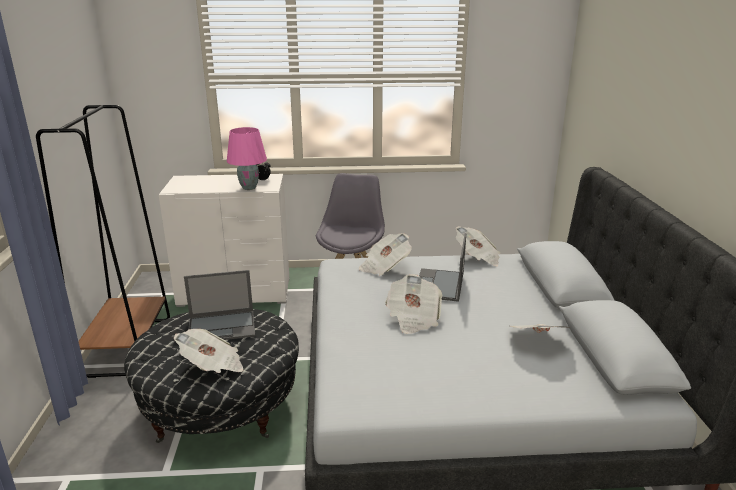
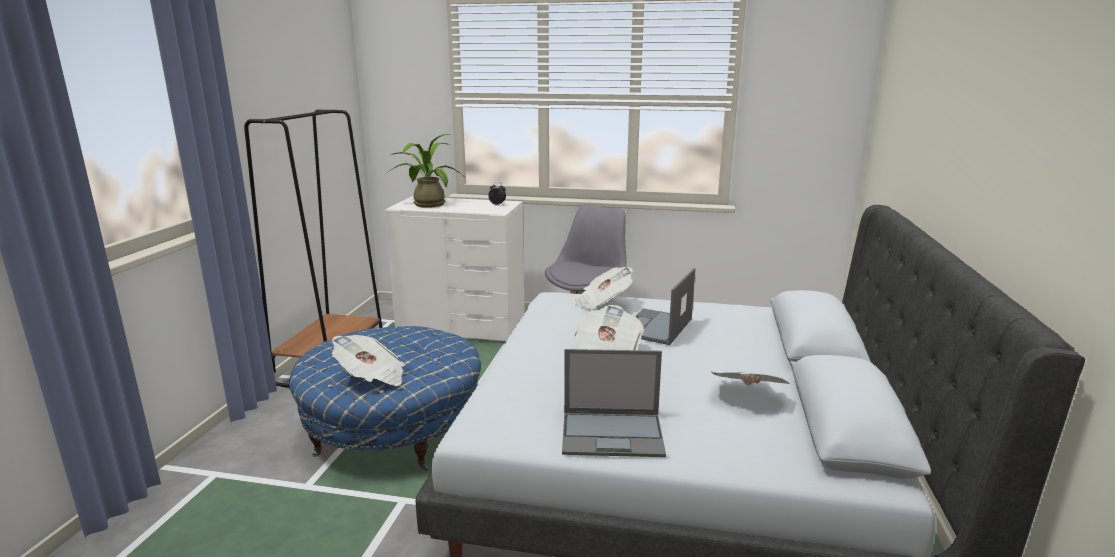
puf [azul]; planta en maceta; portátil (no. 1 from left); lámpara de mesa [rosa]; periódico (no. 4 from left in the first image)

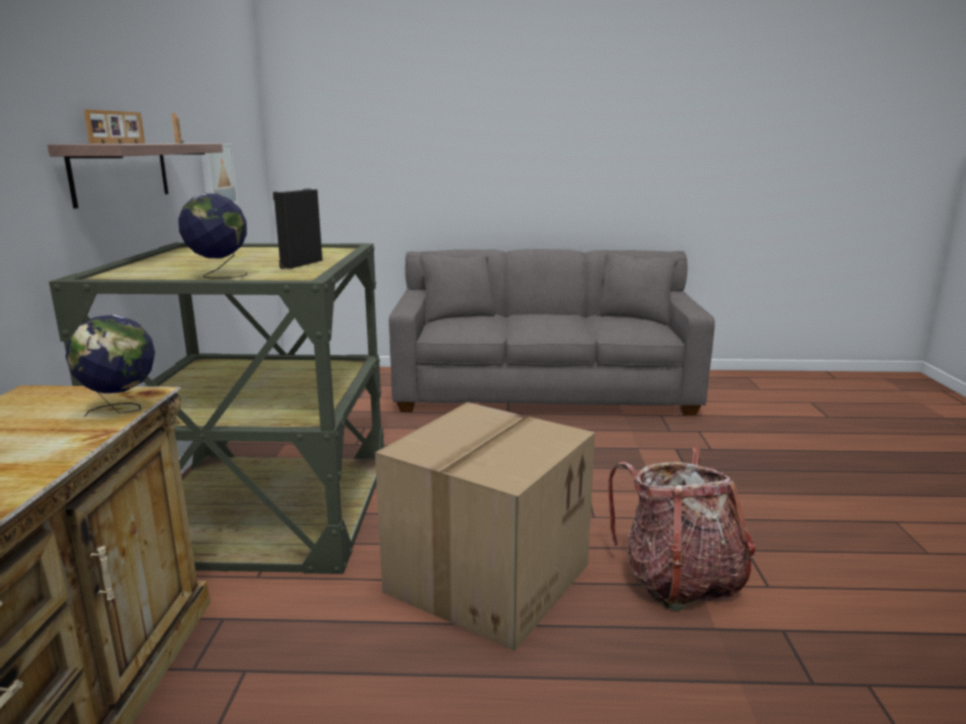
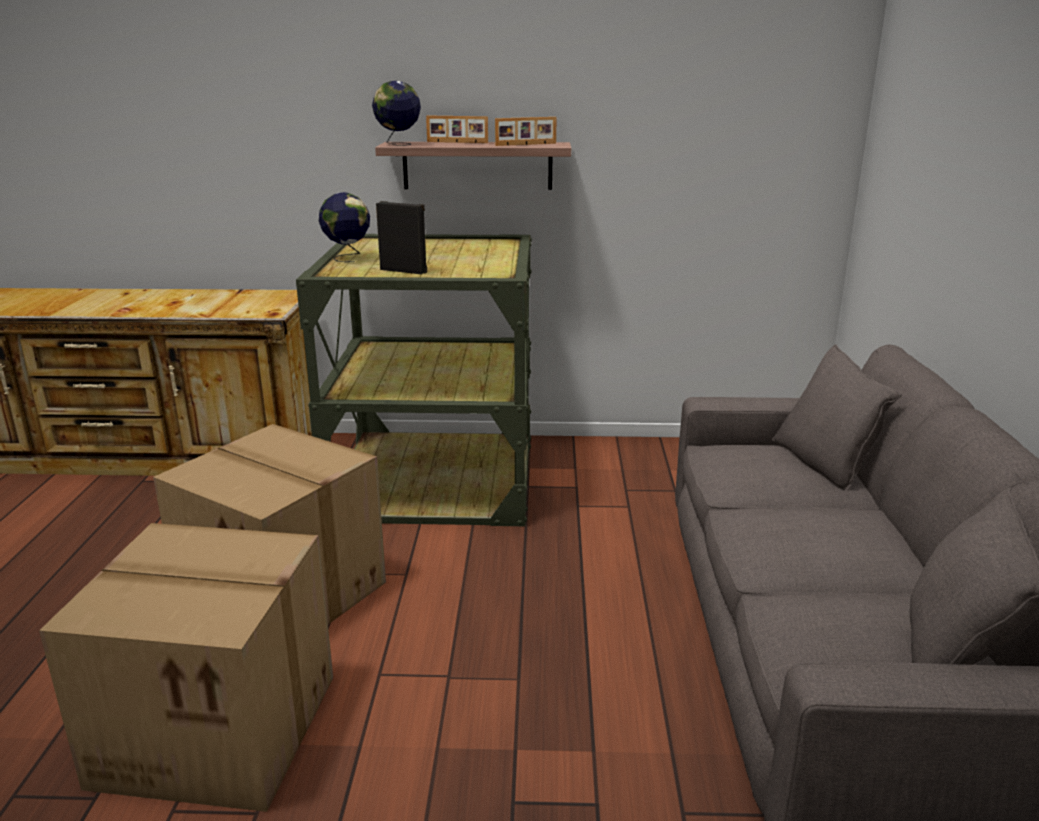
caja de cartón (no. 1 from left); globo terráqueo (no. 2 from left); cuadro

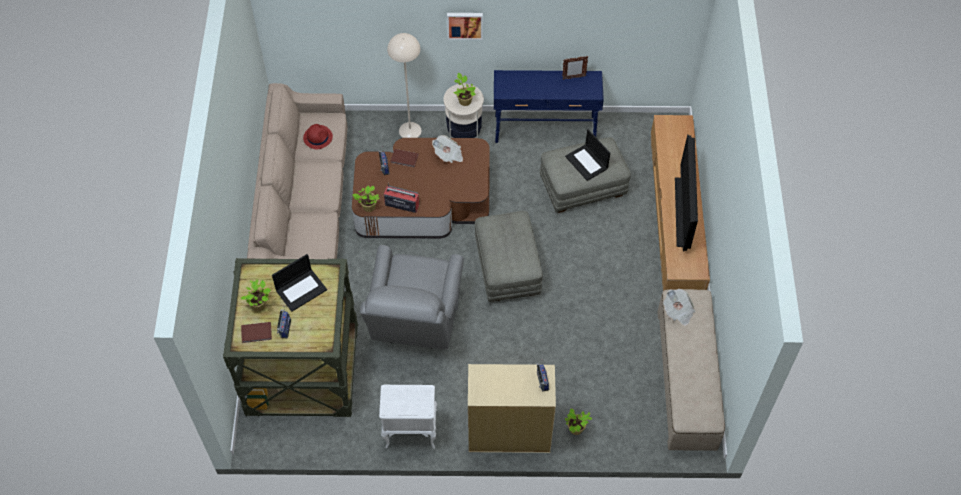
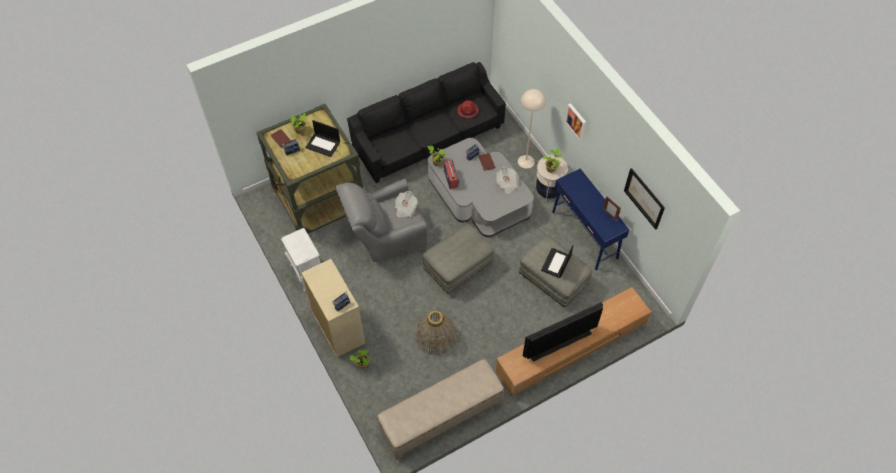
sofá [negro]; periódico (no. 1 from left); cesta; mesa de centro [gris]; cuadro (no. 2 from left)

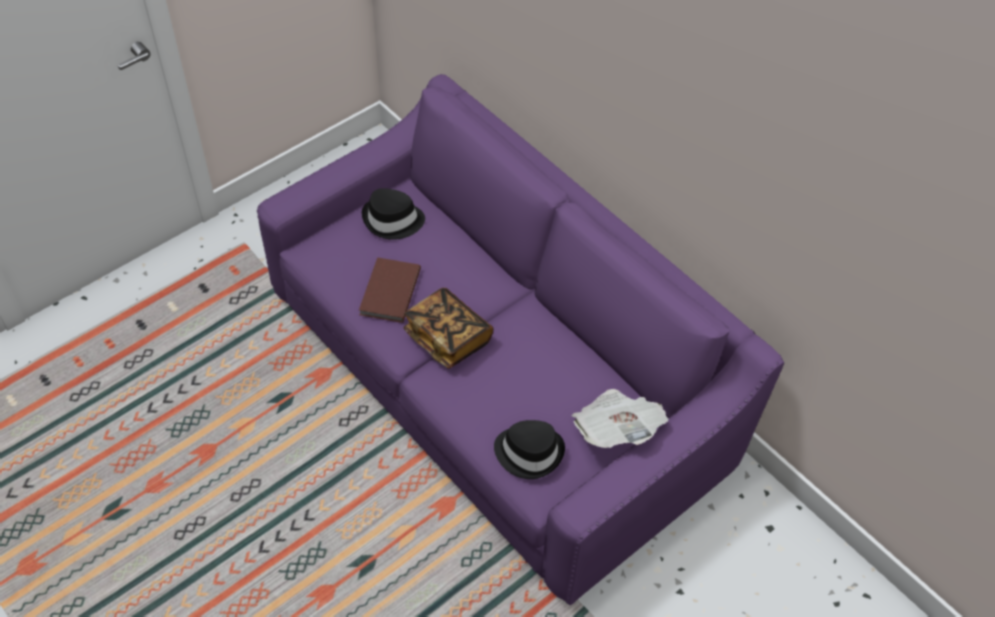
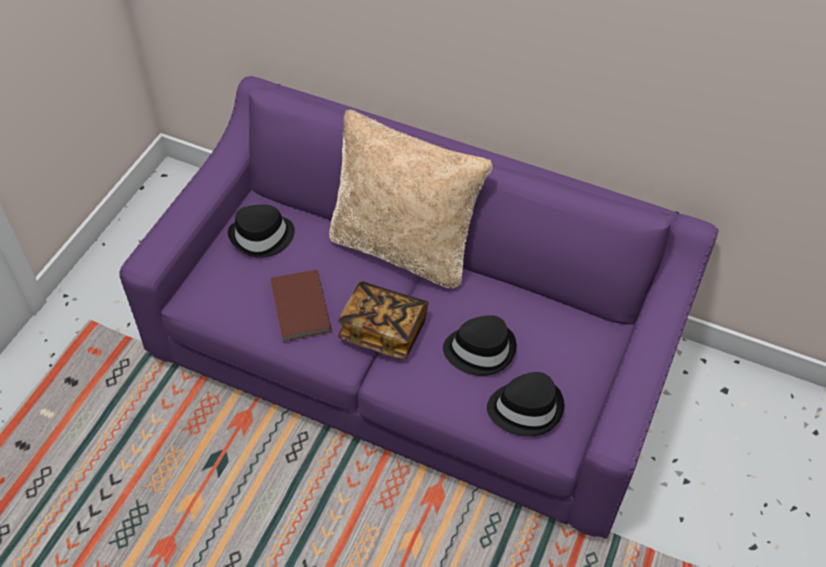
cojín [beis]; sombrero [negro] (no. 2 from left); periódico

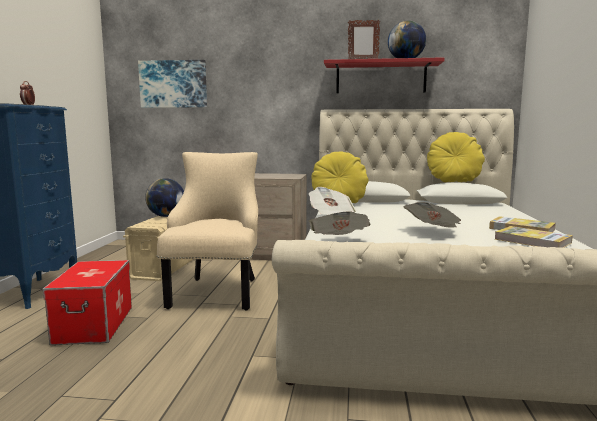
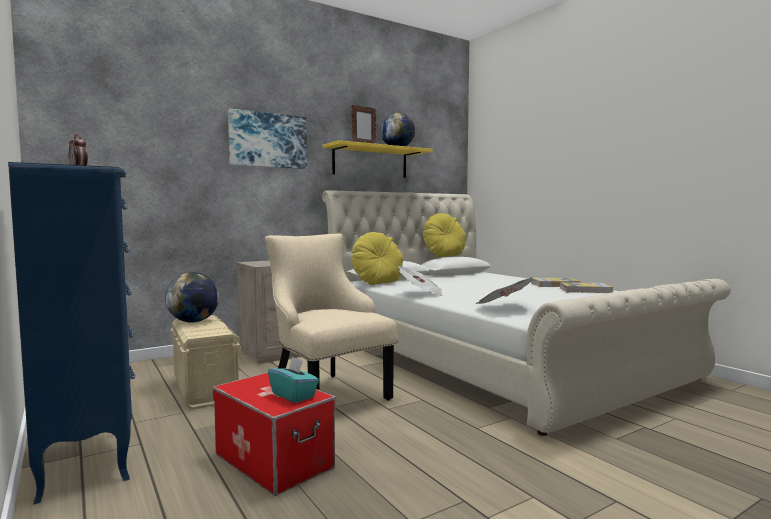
cuadro; caja de pañuelos [turquesa]; estante [amarillo]; periódico (no. 3 from left in the first image)

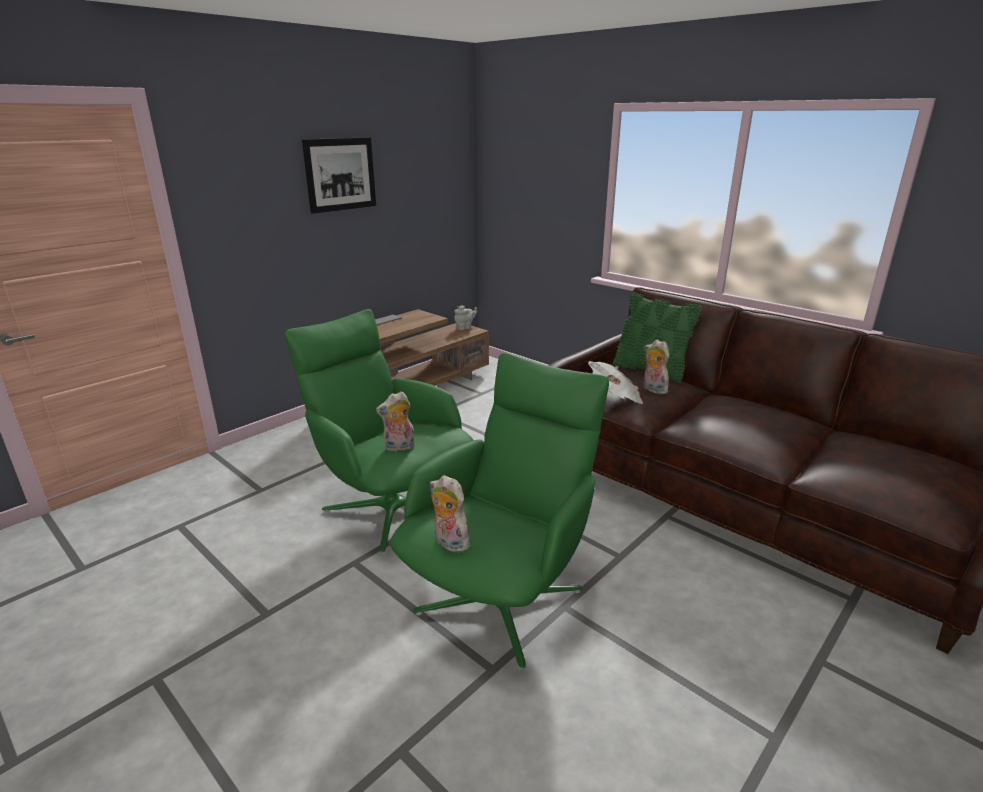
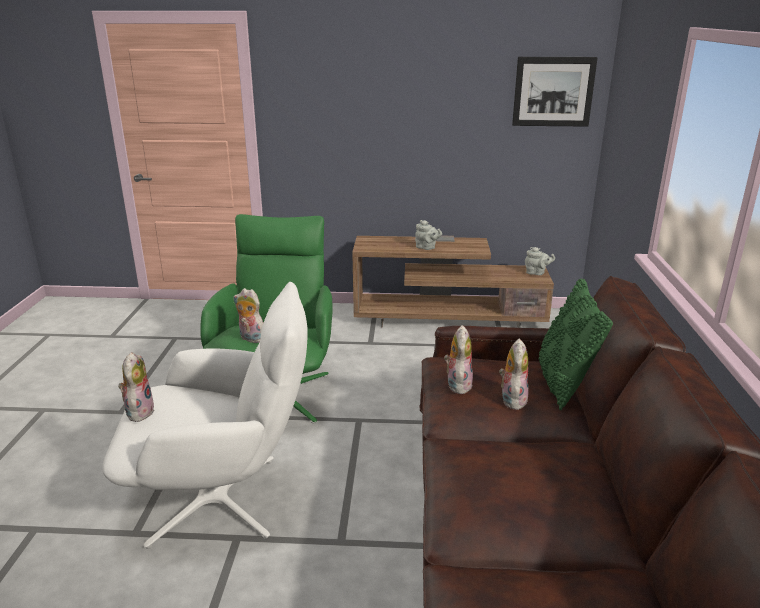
sillón [blanco]; tetera [gris] (no. 1 from left); peluche (no. 3 from left); cuadro

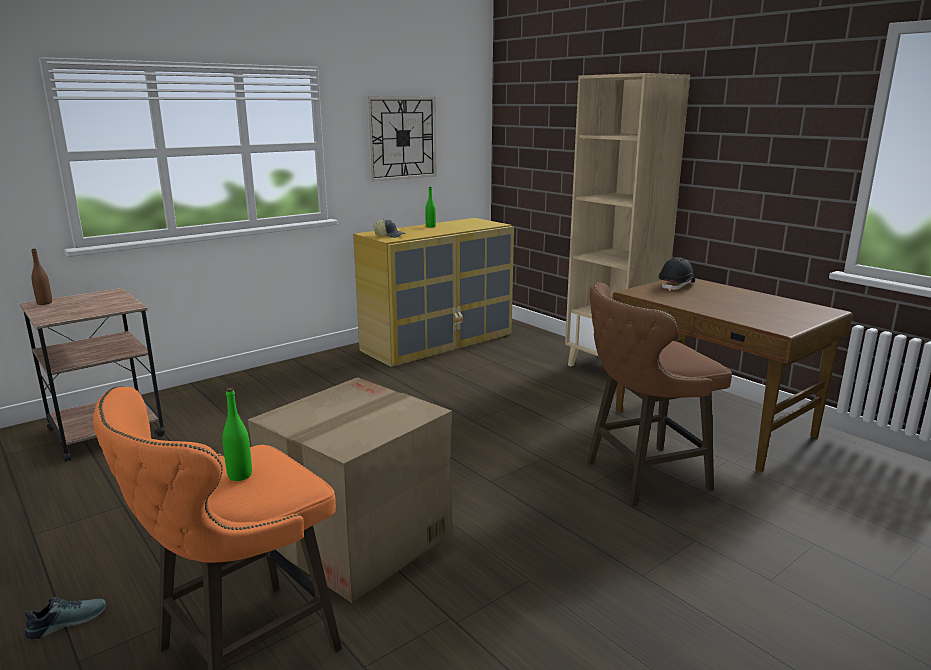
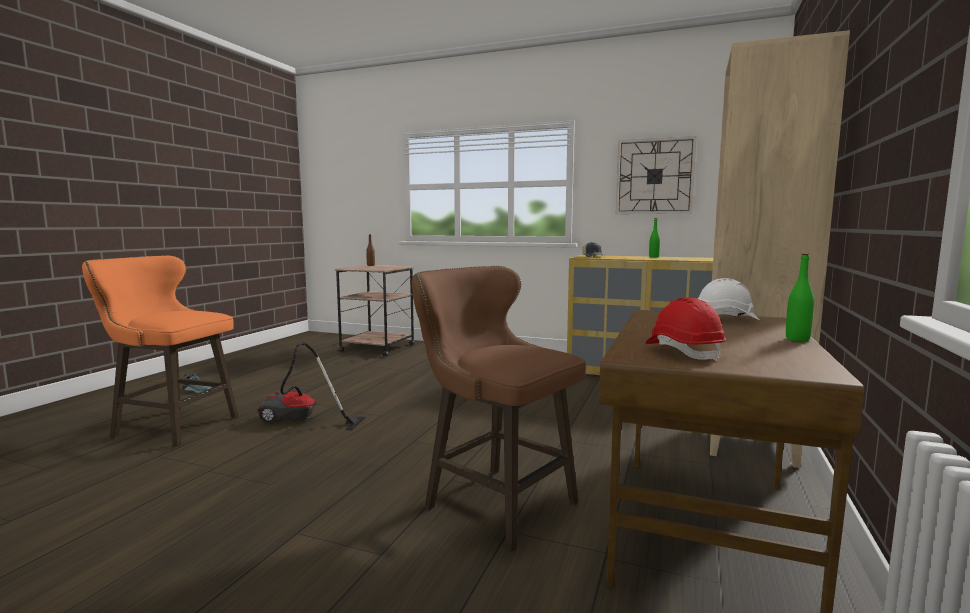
aspiradora; casco [rojo]; casco [blanco]; botella [verde] (no. 2 from left)

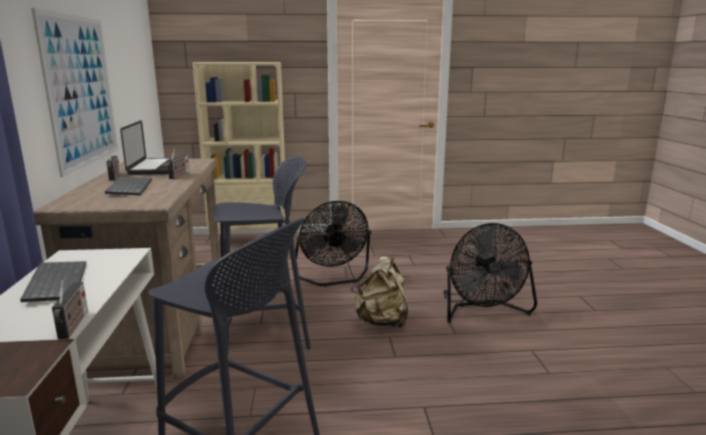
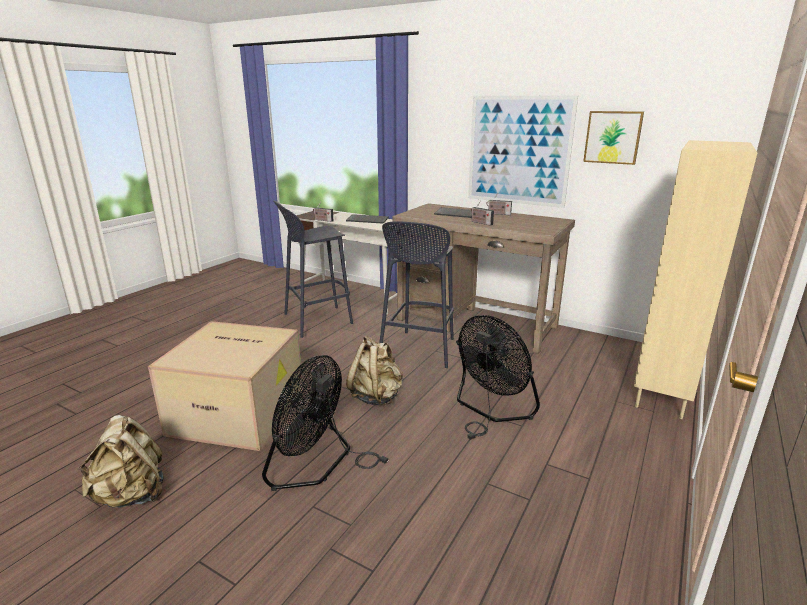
mochila [beis] (no. 1 from left); caja de cartón; ventilador [negro] (no. 2 from left); cuadro (no. 2 from left); portátil

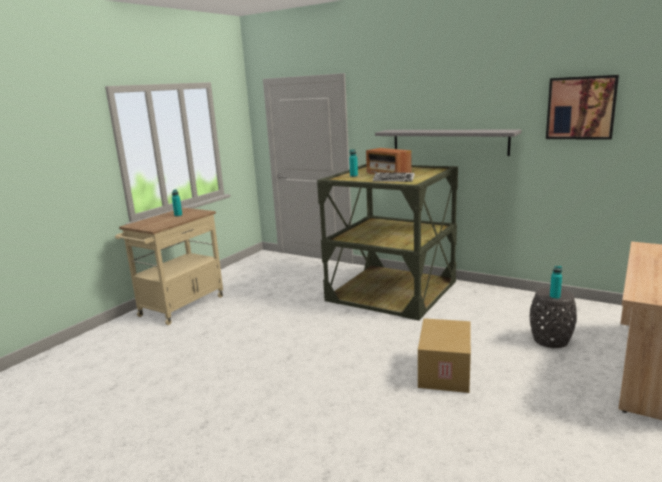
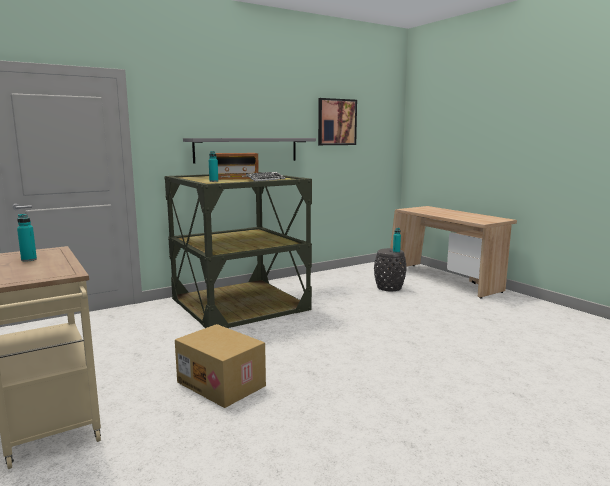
caja de cartón

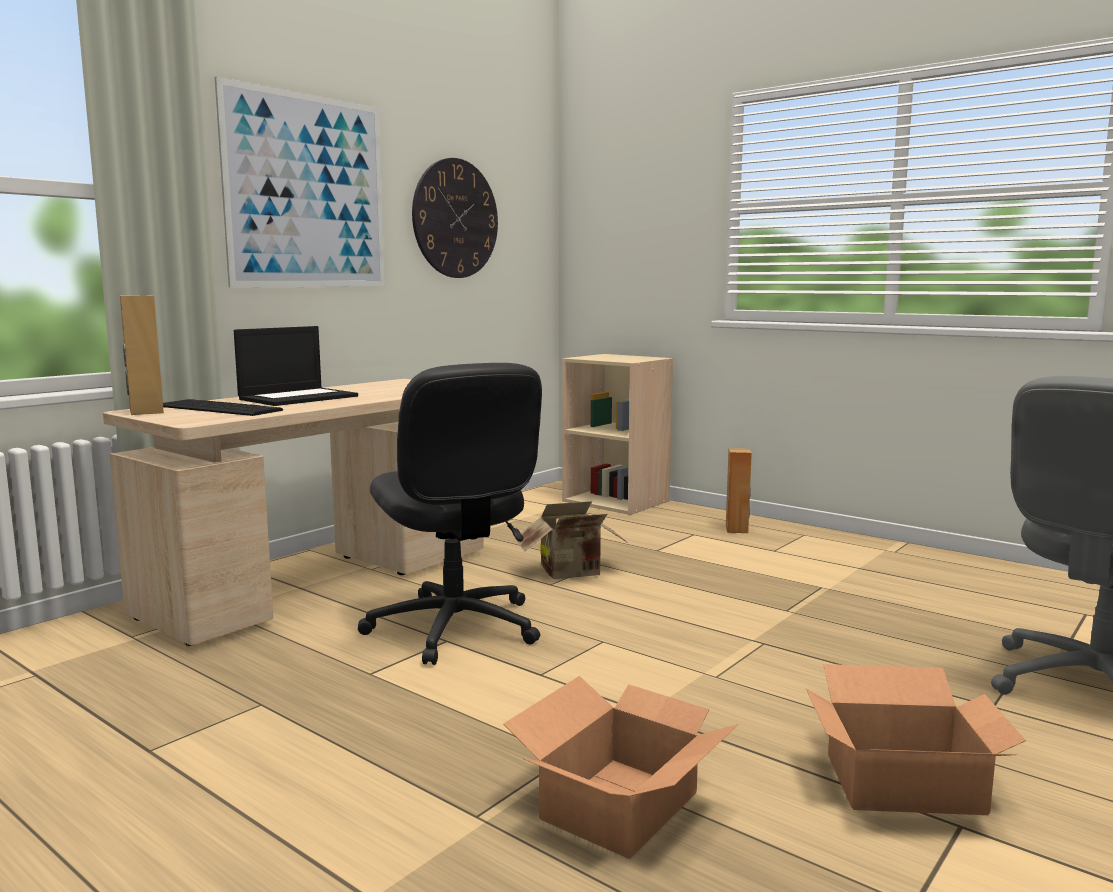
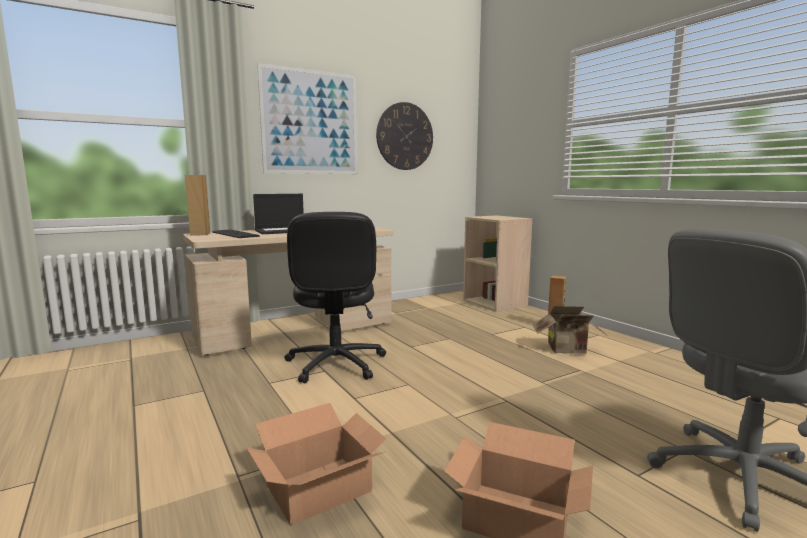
caja de cartón (no. 3 from left)

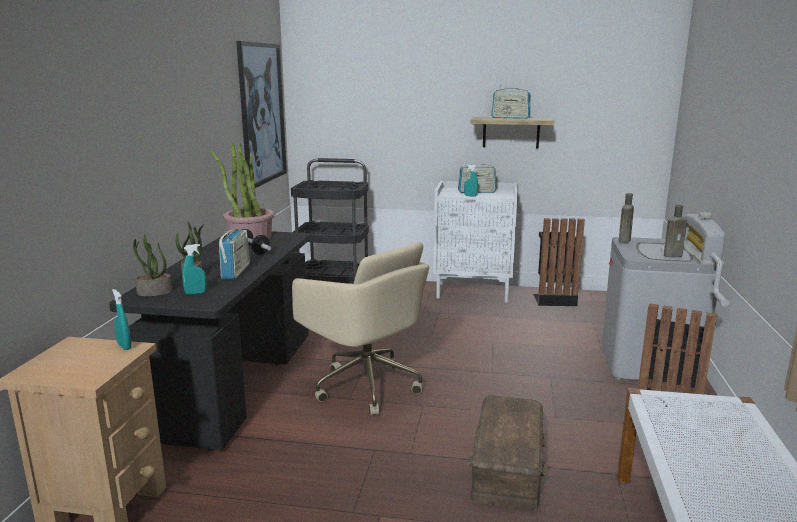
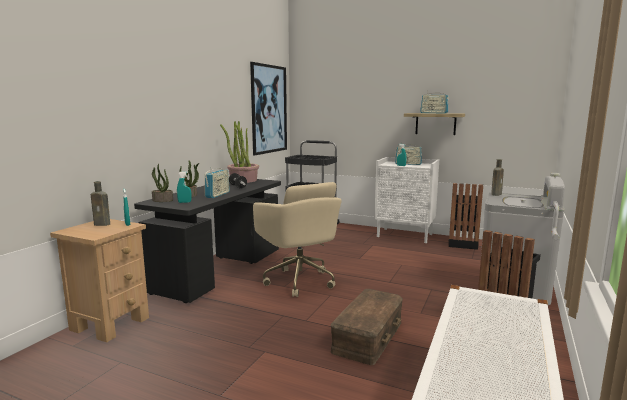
botella [marrón] (no. 1 from left)

